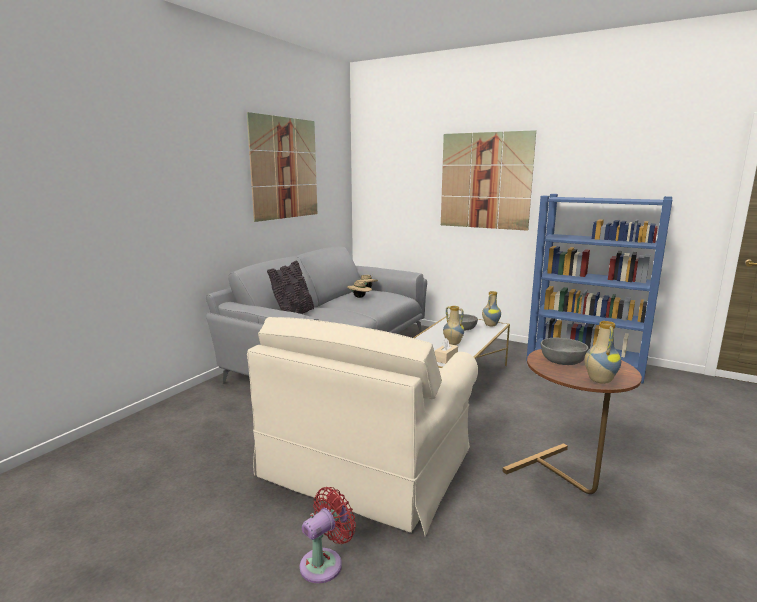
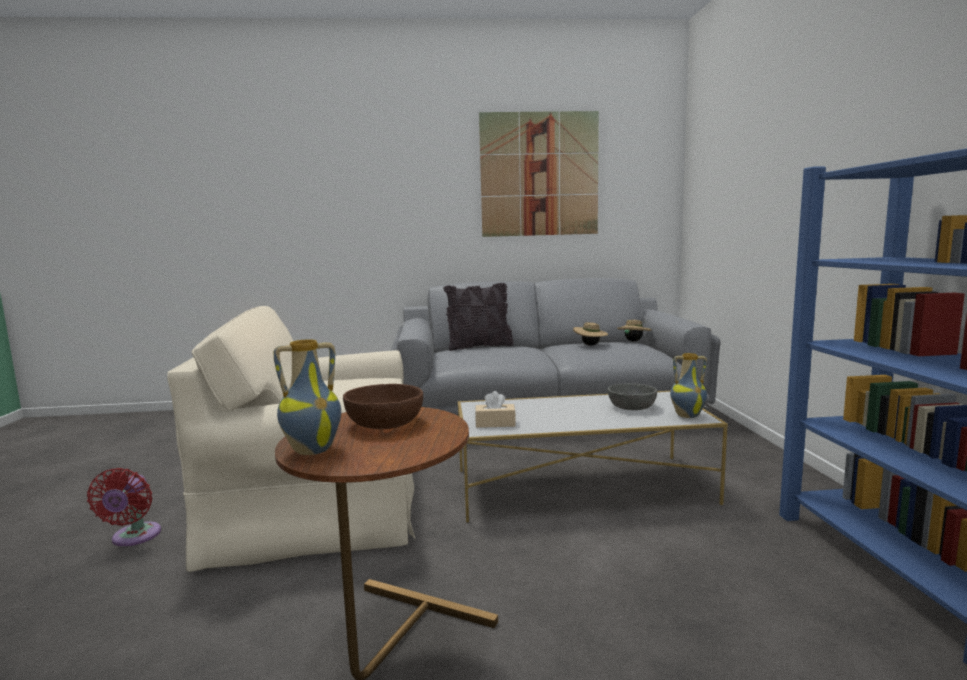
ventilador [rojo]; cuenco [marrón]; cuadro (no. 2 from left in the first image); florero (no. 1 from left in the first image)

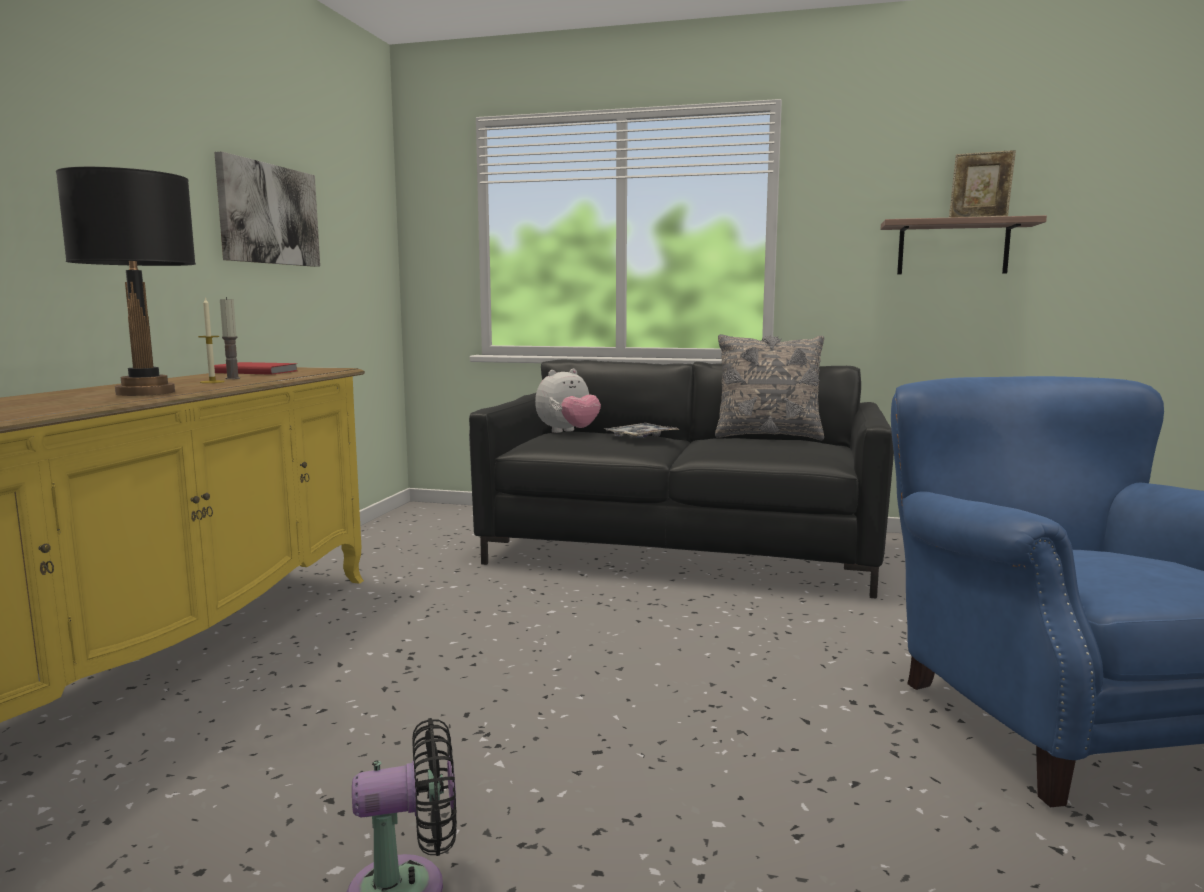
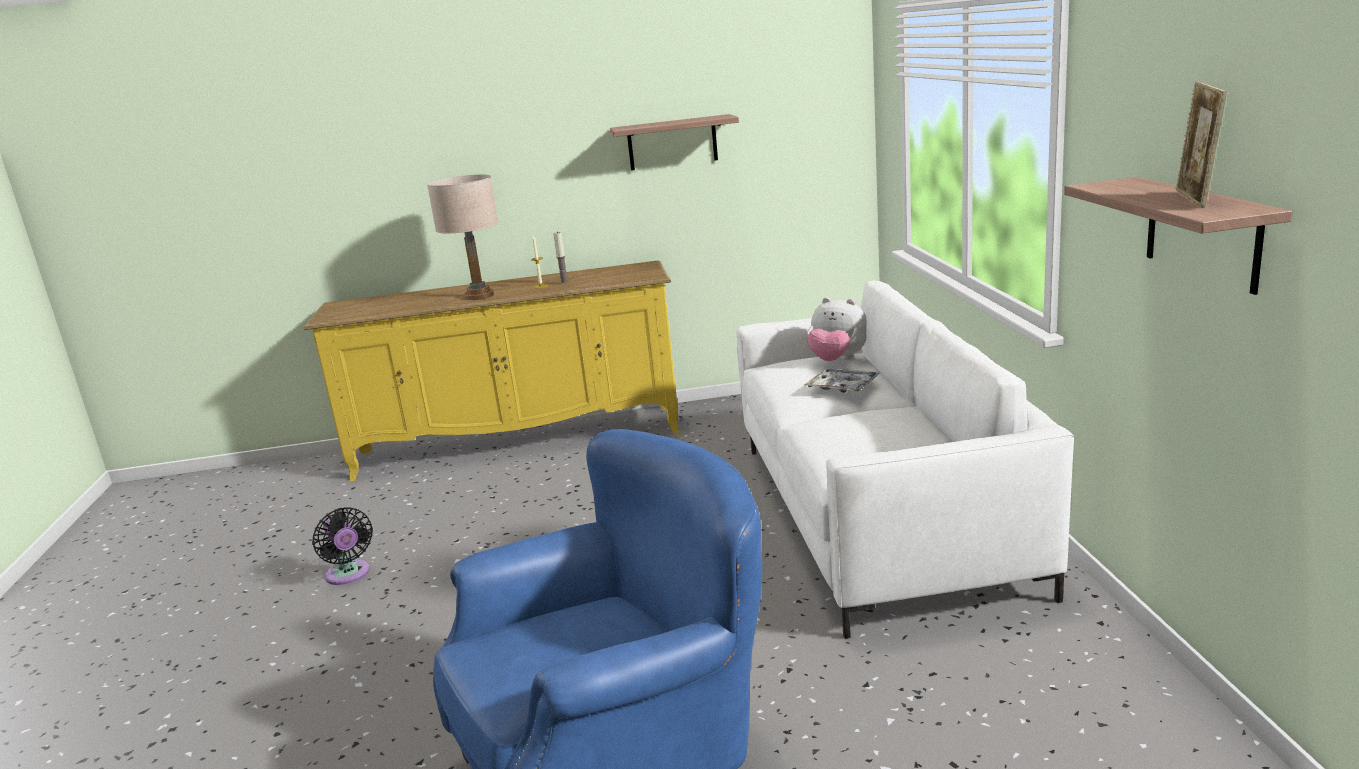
lámpara de mesa [beis]; estante (no. 1 from left); sofá [blanco]; libro [rojo]; cojín [gris]

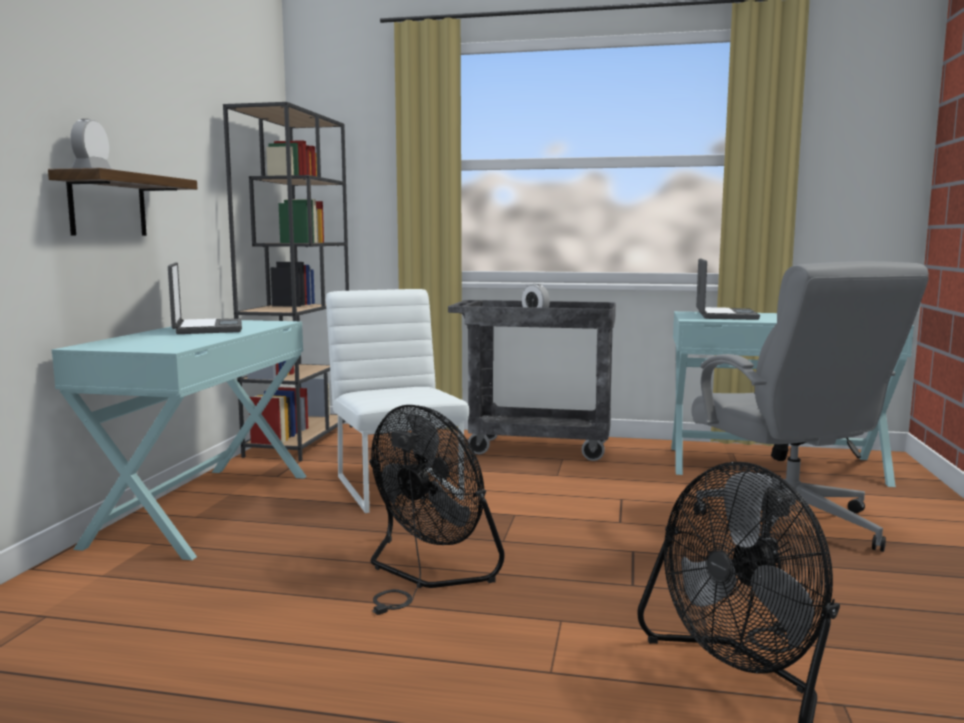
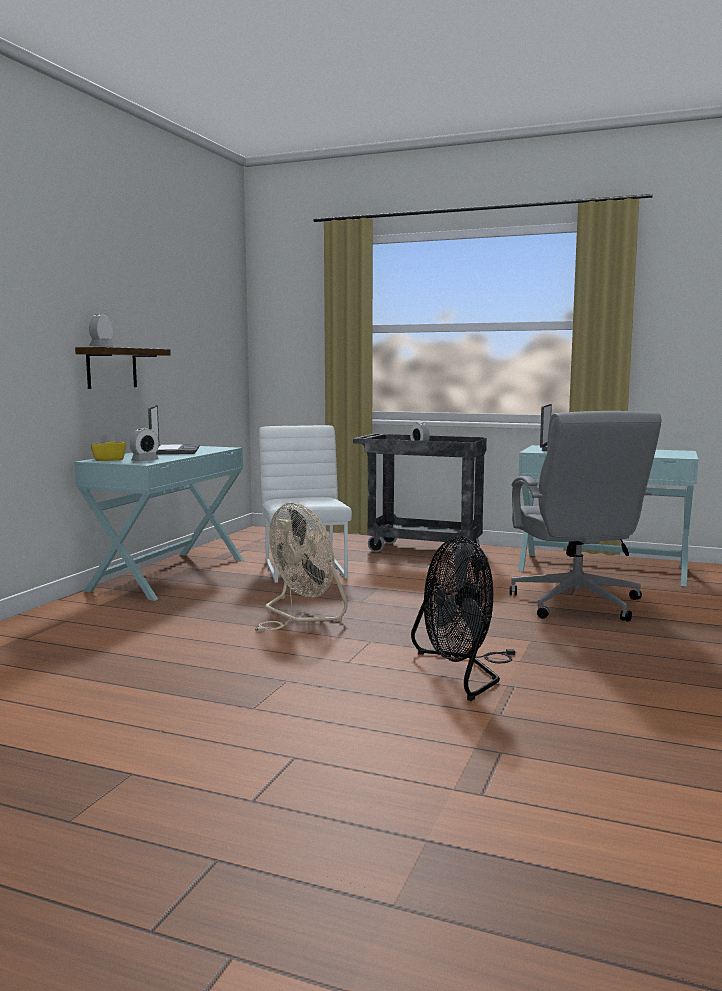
caja de pañuelos [amarillo]; despertador (no. 2 from left); ventilador [beis]; estantería

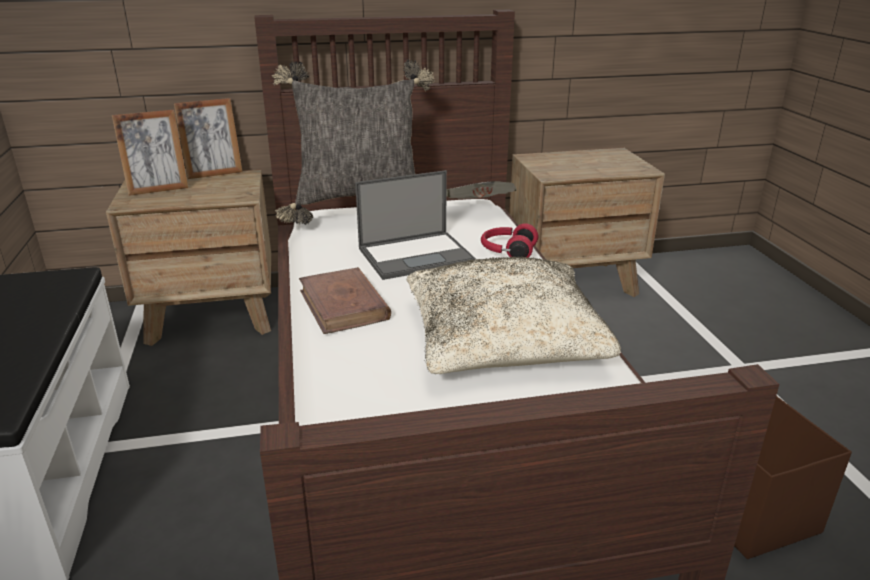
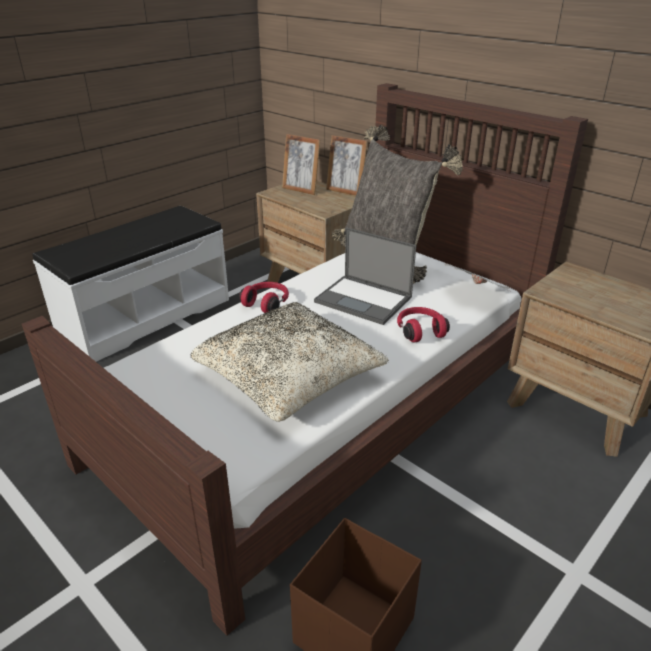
auriculares [rojo] (no. 1 from left)

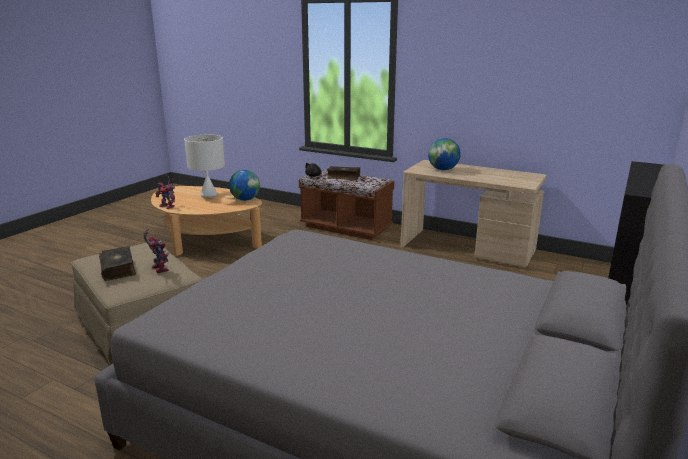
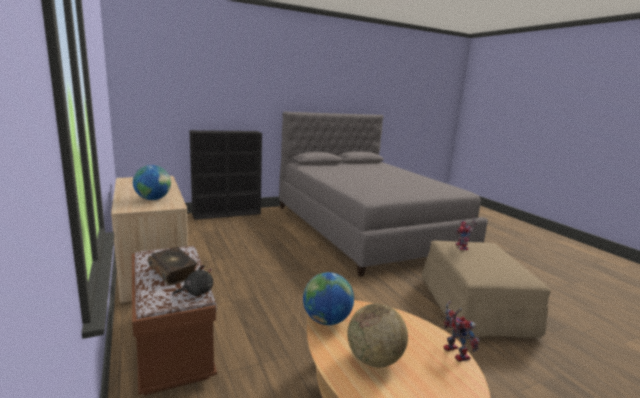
globo terráqueo (no. 3 from left); libro (no. 1 from left in the first image)

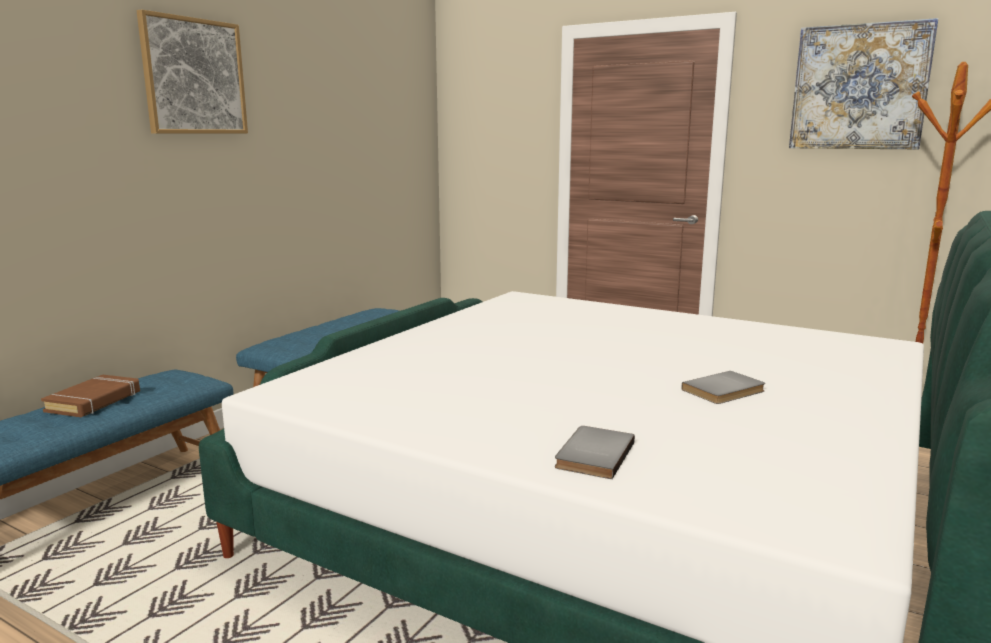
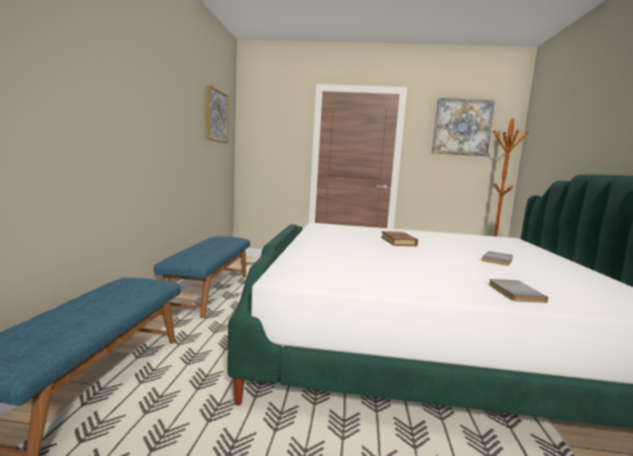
cuadro (no. 1 from left); libro [marrón]

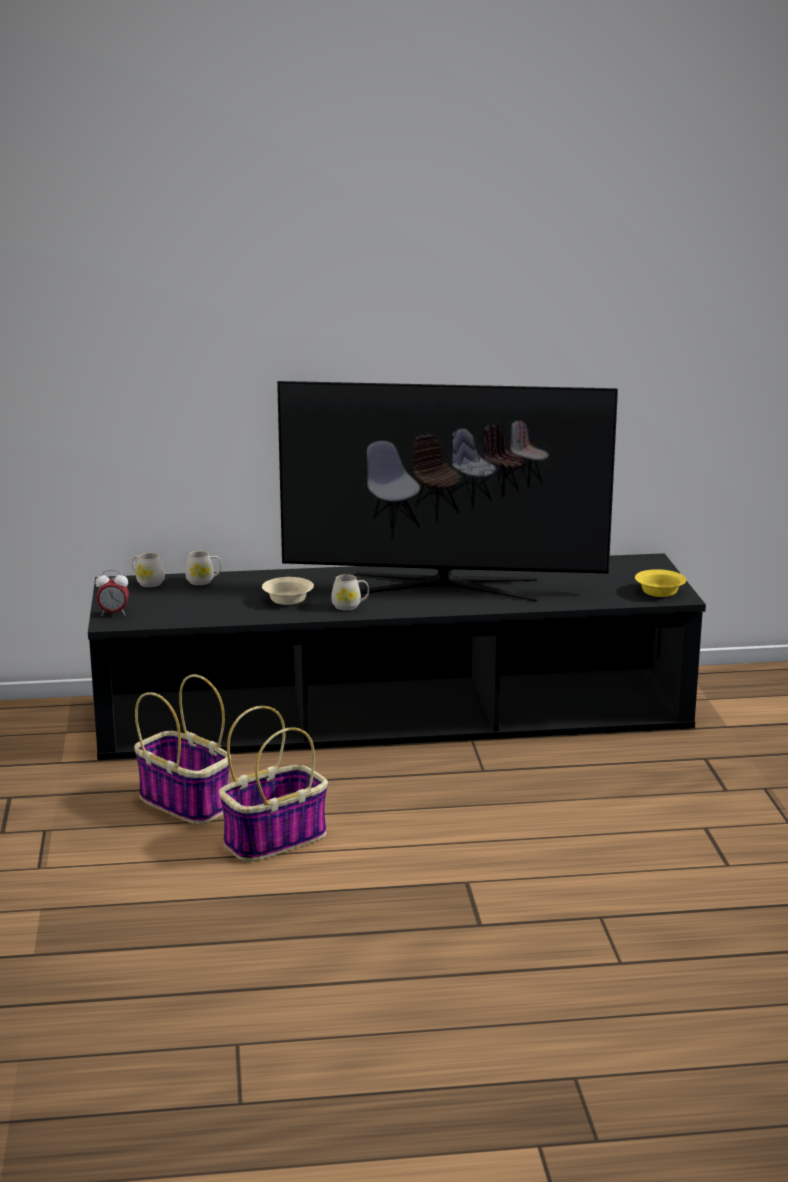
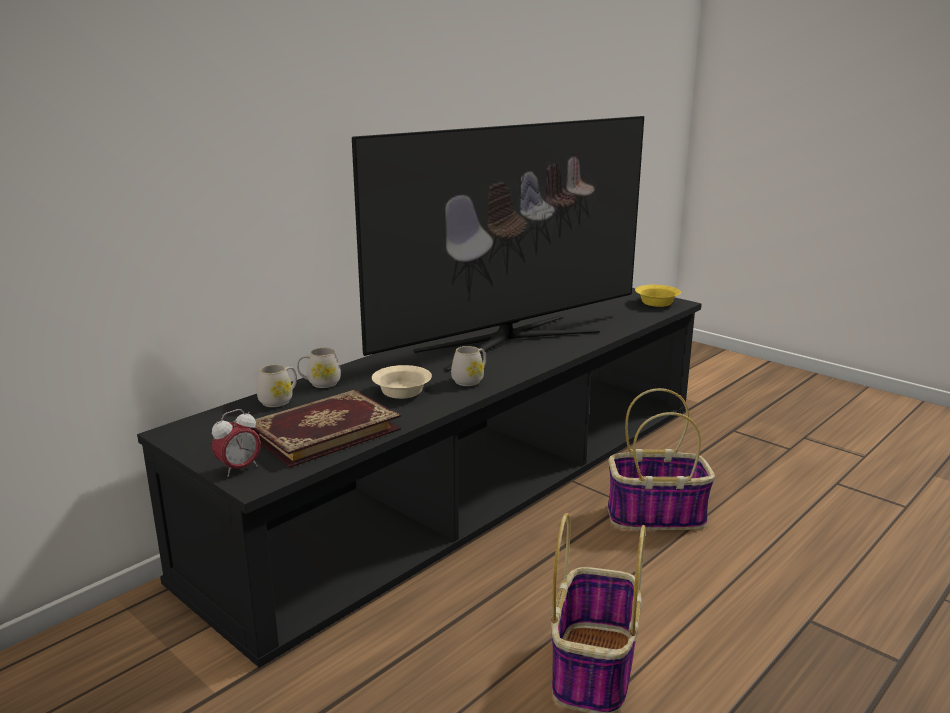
libro; taza grande [blanco] (no. 2 from left); cesta (no. 2 from left)

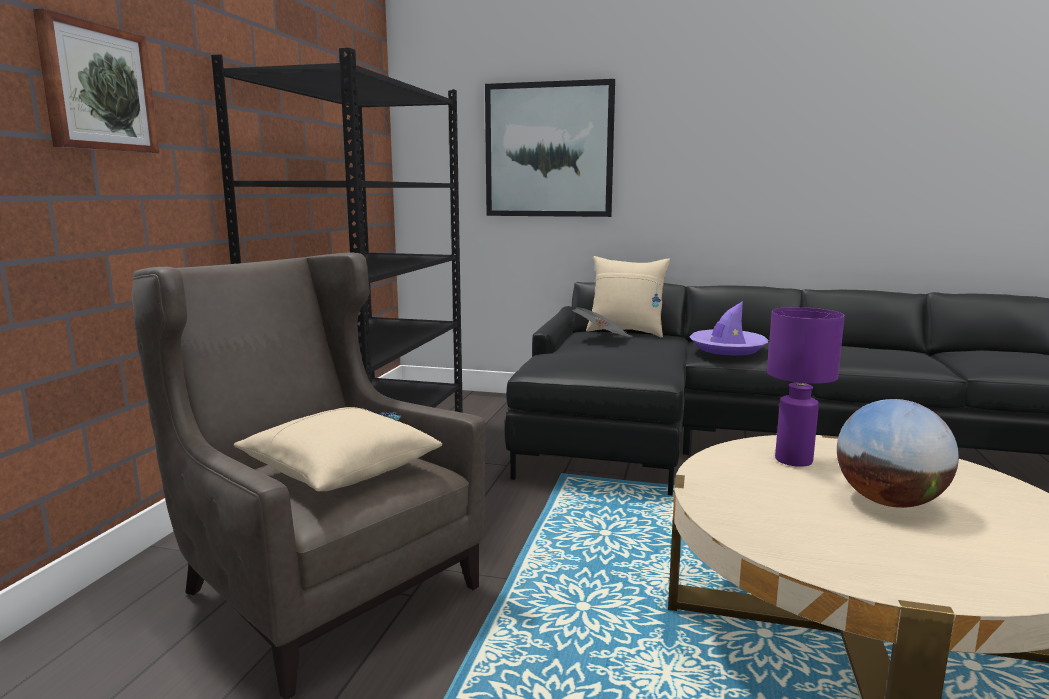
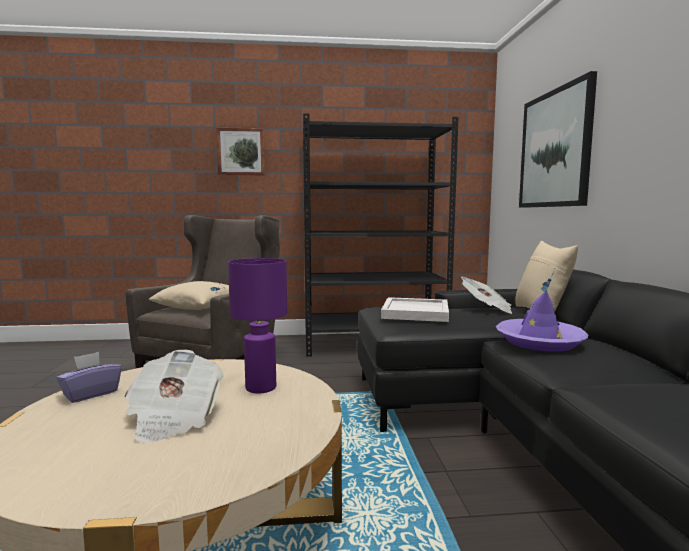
caja de pañuelos [morado]; periódico (no. 1 from left); bandeja [blanco]

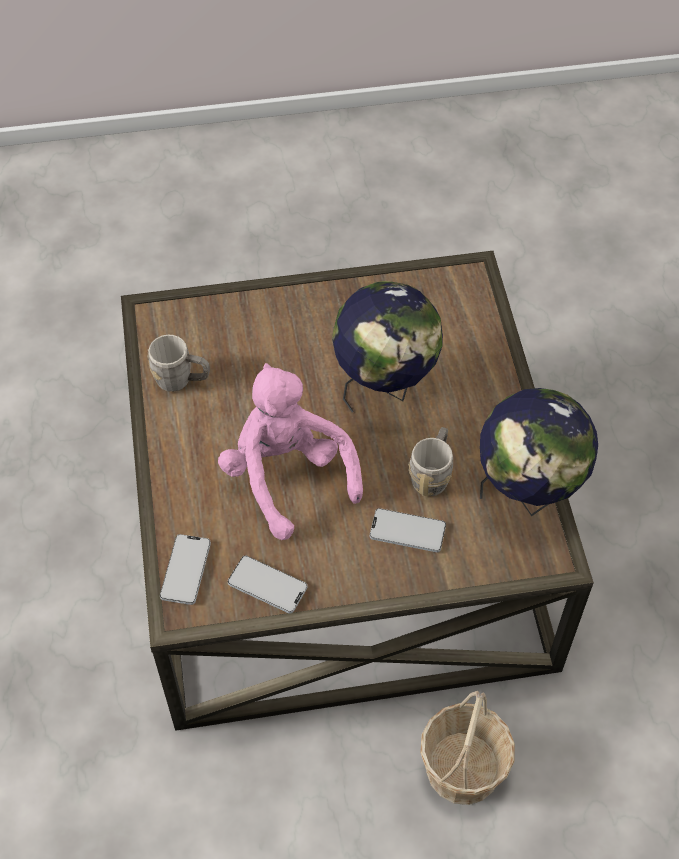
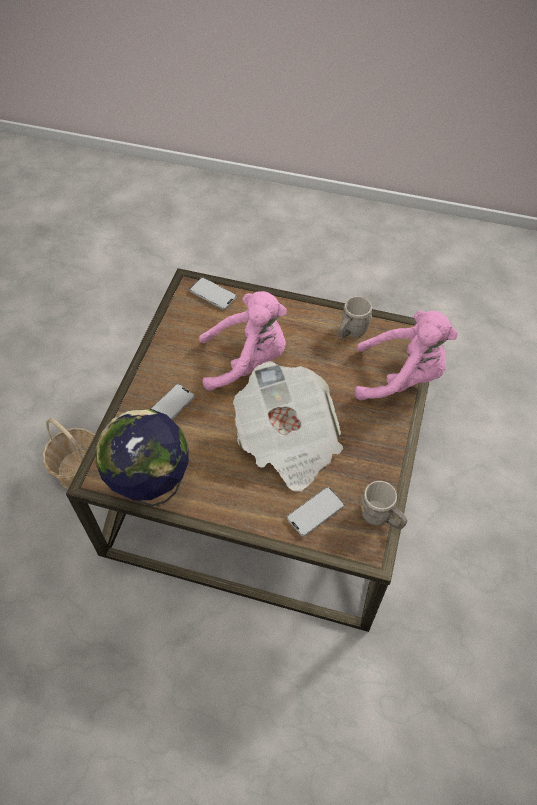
periódico; móvil (no. 3 from left); peluche [rosa] (no. 2 from left); taza grande [gris] (no. 2 from left)

